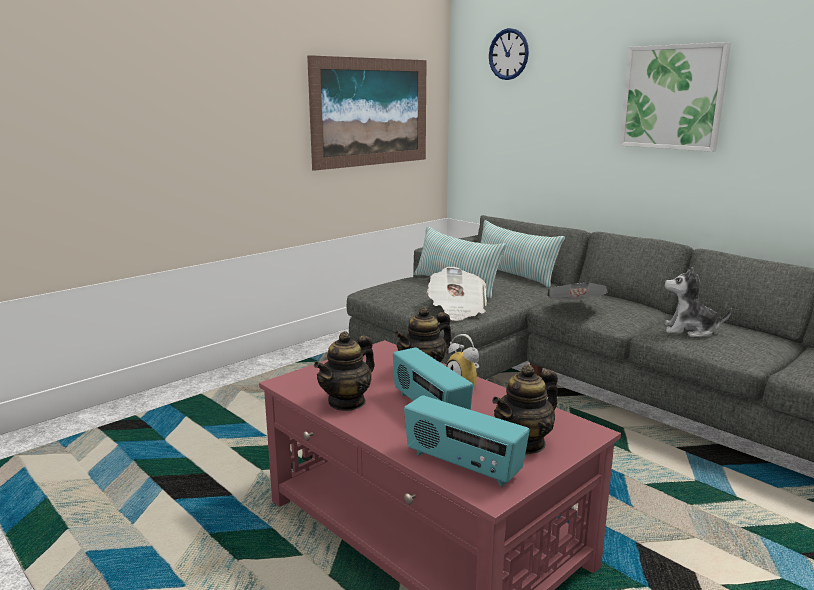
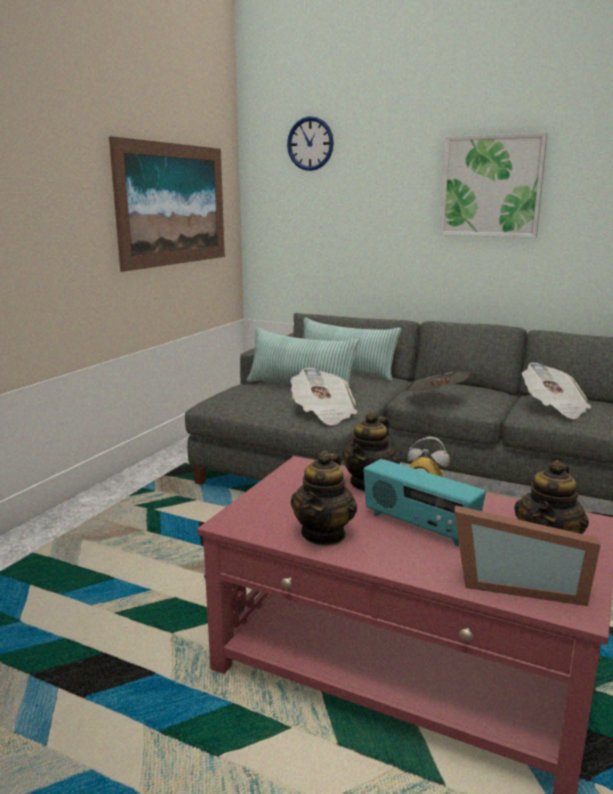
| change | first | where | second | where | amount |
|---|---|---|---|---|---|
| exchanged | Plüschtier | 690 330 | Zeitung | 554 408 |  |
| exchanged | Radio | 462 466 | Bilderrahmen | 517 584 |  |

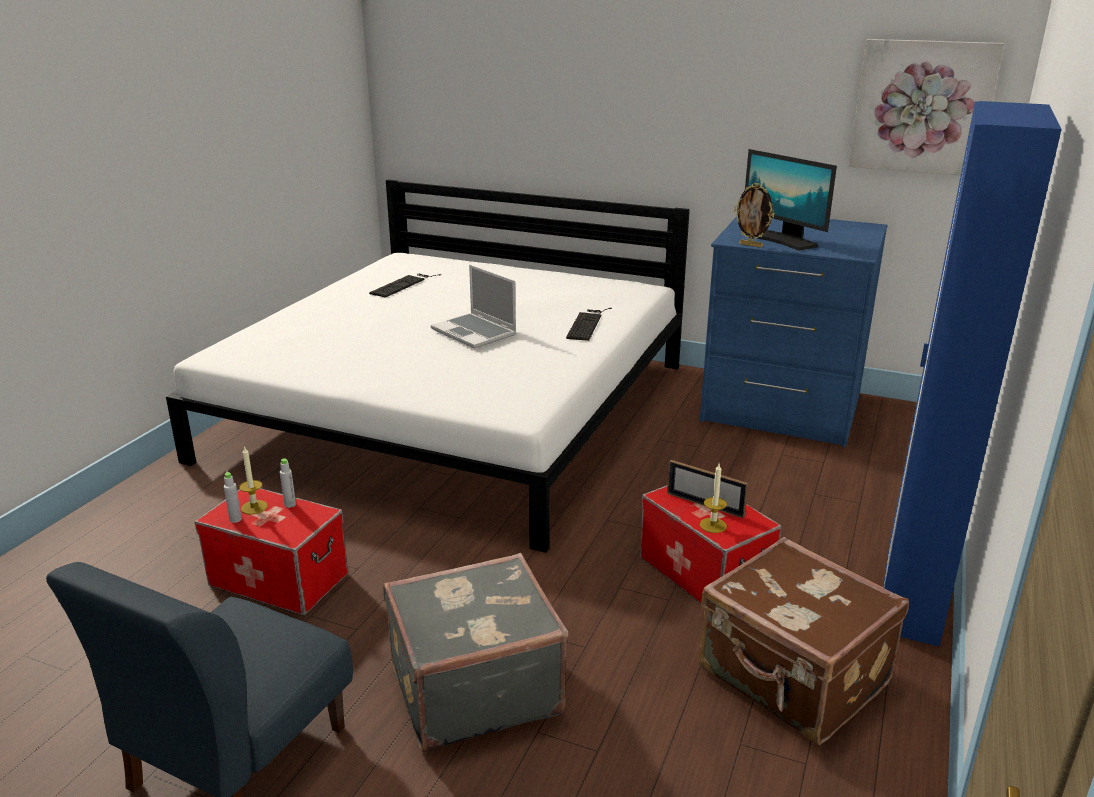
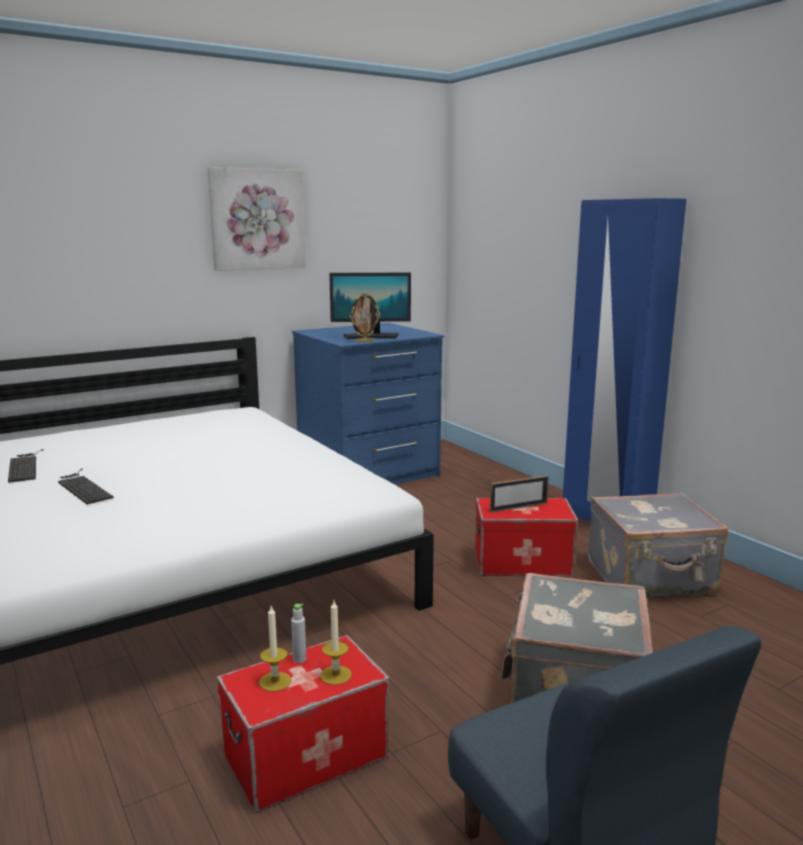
| change | first | where | second | where | amount |
|---|---|---|---|---|---|
| relocated | Bild | 922 107 |  | 257 219 |  |
| missing | Laptop | 475 332 |  |  |  |
| relocated | Tastatur | 587 324 |  | 83 487 |  |
| relocated | Kerze | 713 525 |  | 336 675 |  |
| missing | Flasche [grau] | 235 519 |  |  |  |
| colour | Koffer [braun] | 792 679 | Koffer [grau] | 651 578 |  |

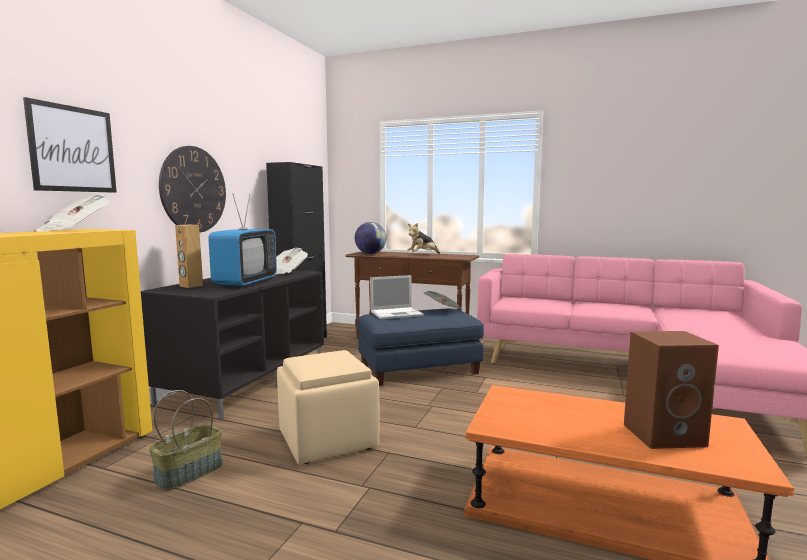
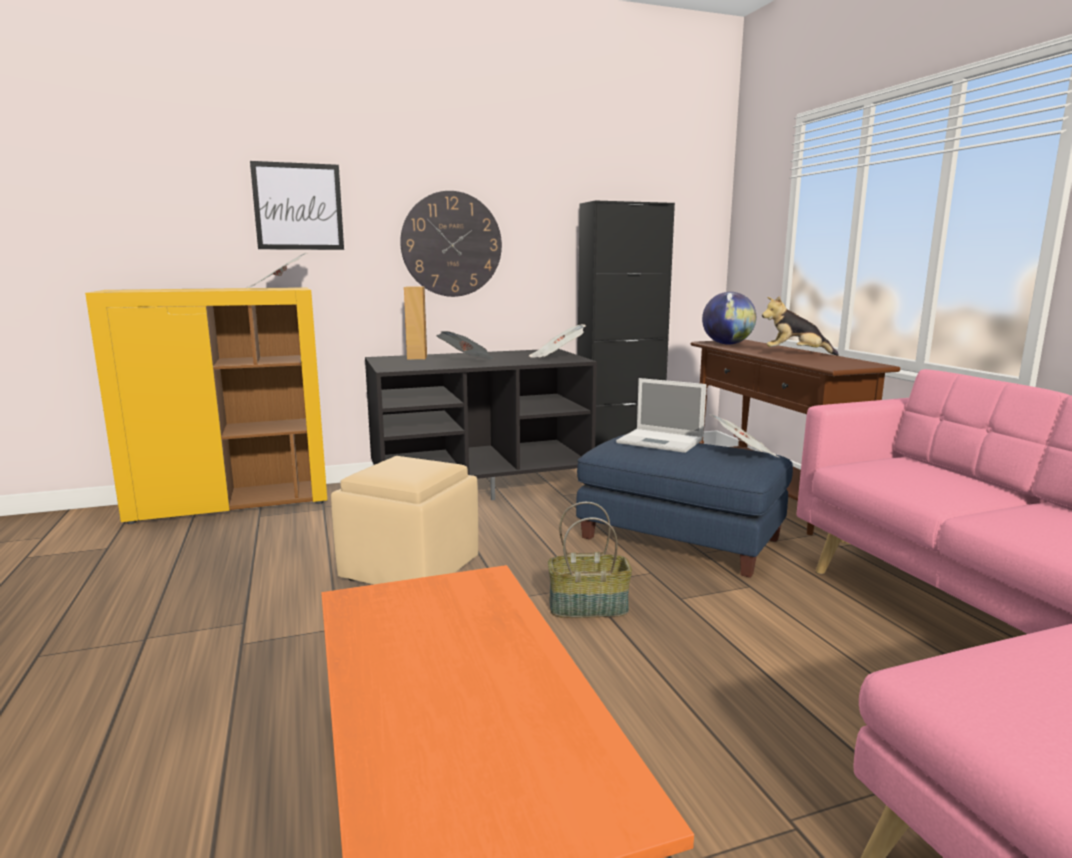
| change | first | where | second | where | amount |
|---|---|---|---|---|---|
| exchanged | Fernseher | 245 282 | Zeitung | 467 362 |  |
| missing | Lautsprecher [braun] | 664 434 |  |  |  |
| relocated | Korb | 189 472 |  | 589 606 |  |

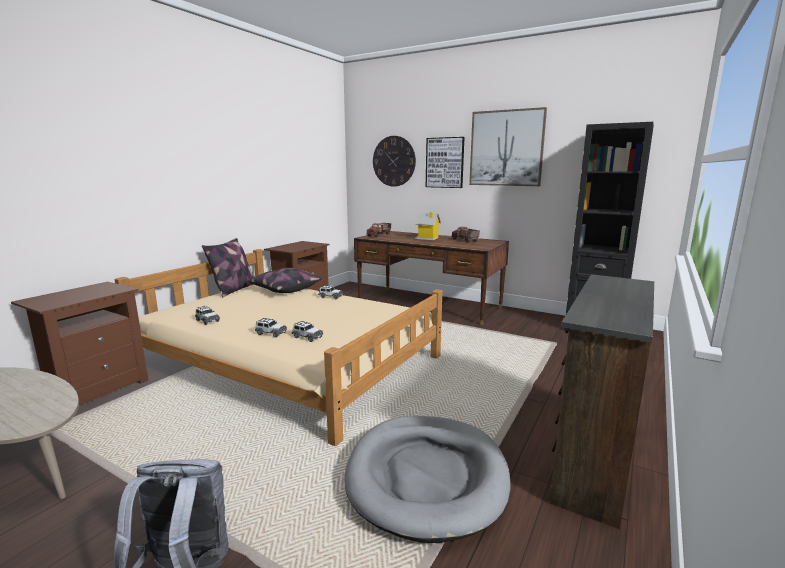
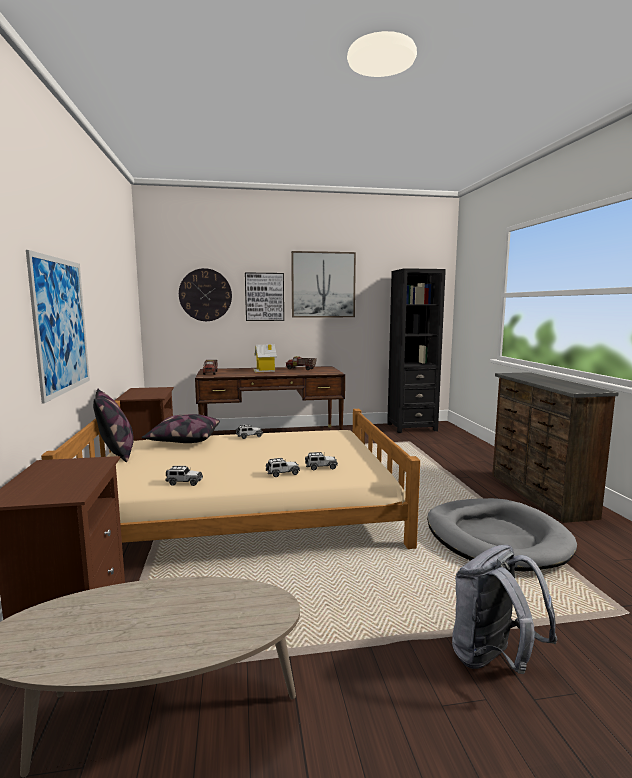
| change | first | where | second | where | amount |
|---|---|---|---|---|---|
| appeared |  |  | Bild | 61 325 |  |

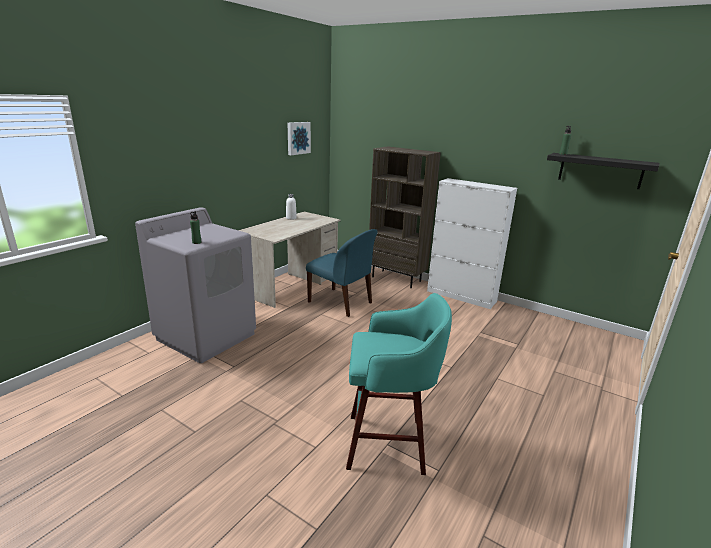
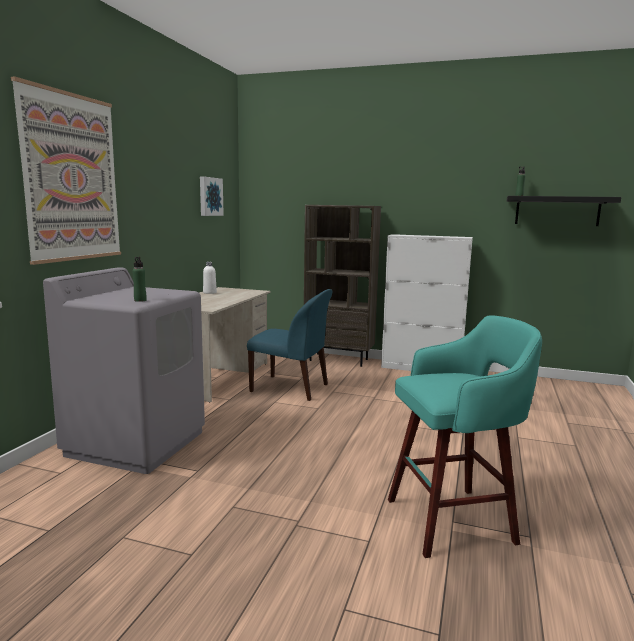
| change | first | where | second | where | amount |
|---|---|---|---|---|---|
| appeared |  |  | Bild | 72 178 |  |

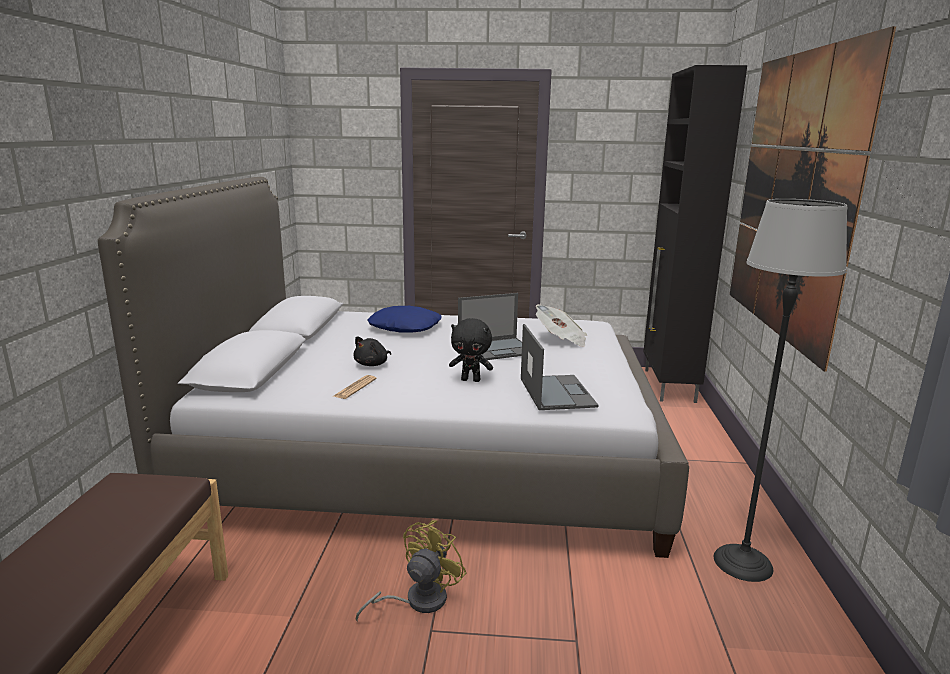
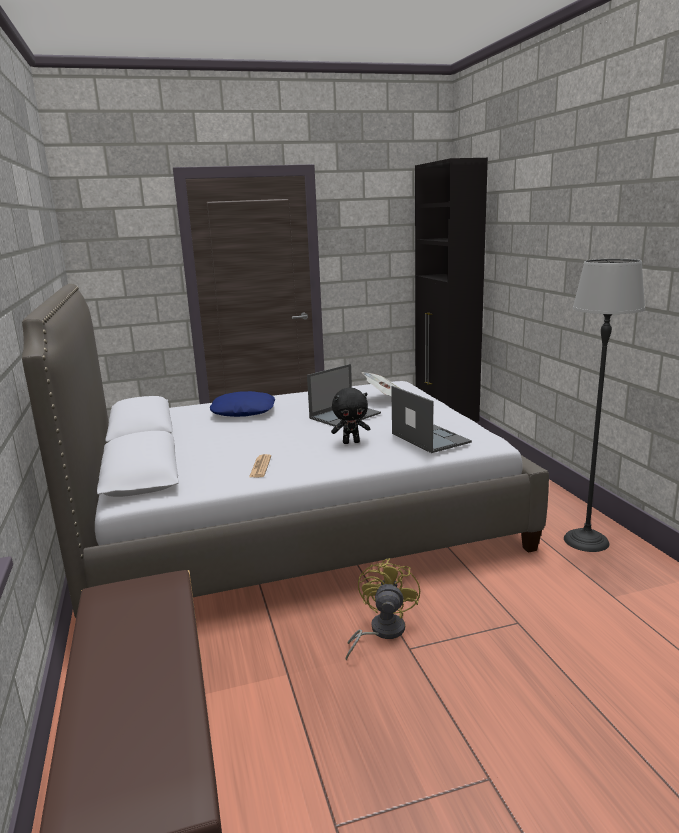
| change | first | where | second | where | amount |
|---|---|---|---|---|---|
| missing | Bild | 791 196 |  |  |  |
| missing | Plüschtier [schwarz] | 372 364 |  |  |  |

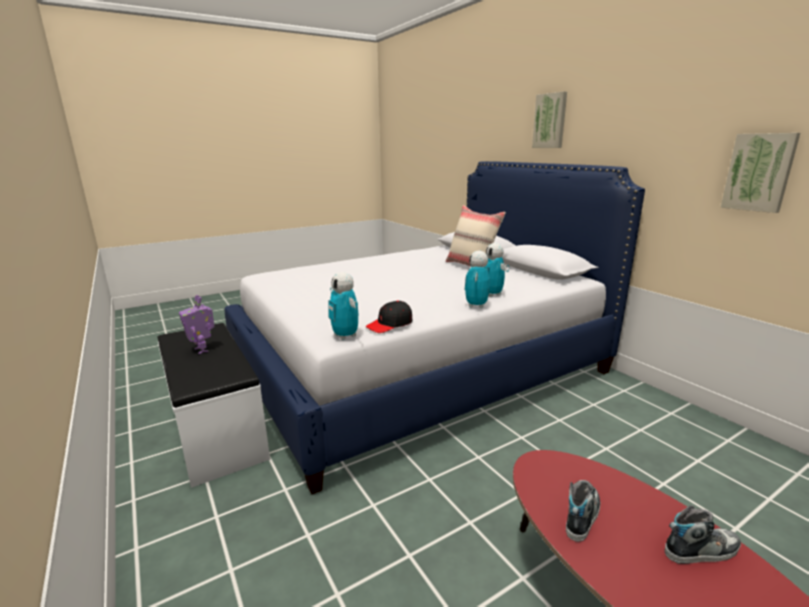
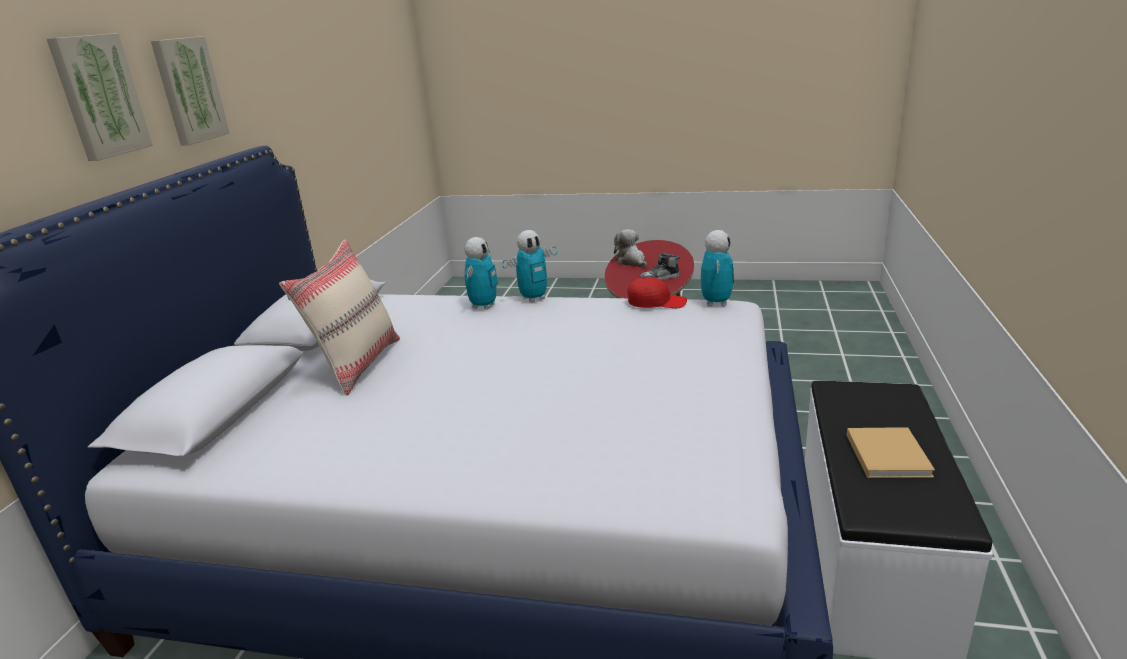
| change | first | where | second | where | amount |
|---|---|---|---|---|---|
| relocated | Bild | 759 172 |  | 188 90 |  |
| exchanged | Spielzeugroboter | 202 350 | Buch [beige] | 887 453 |  |
| colour | Kappe [schwarz] | 390 324 | Kappe [rot] | 656 302 |  |
| exchanged | Schuh | 701 550 | Plüschtier | 631 262 |  |

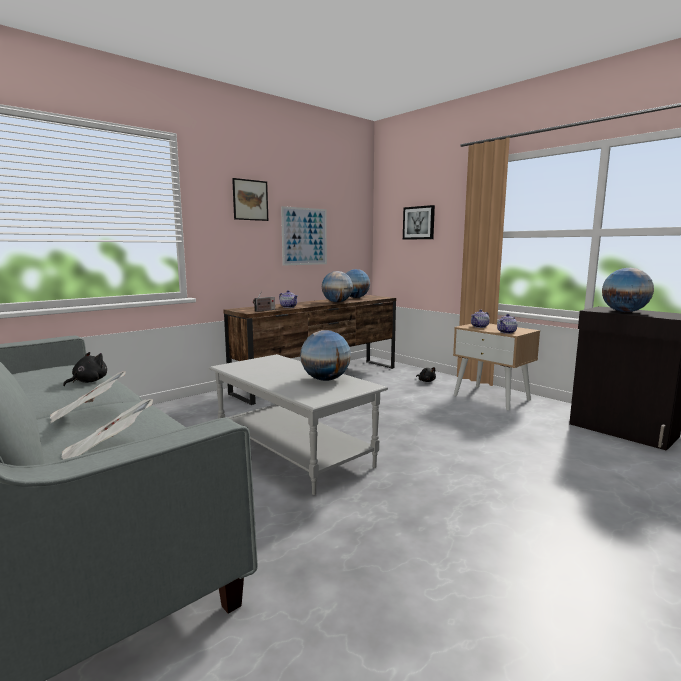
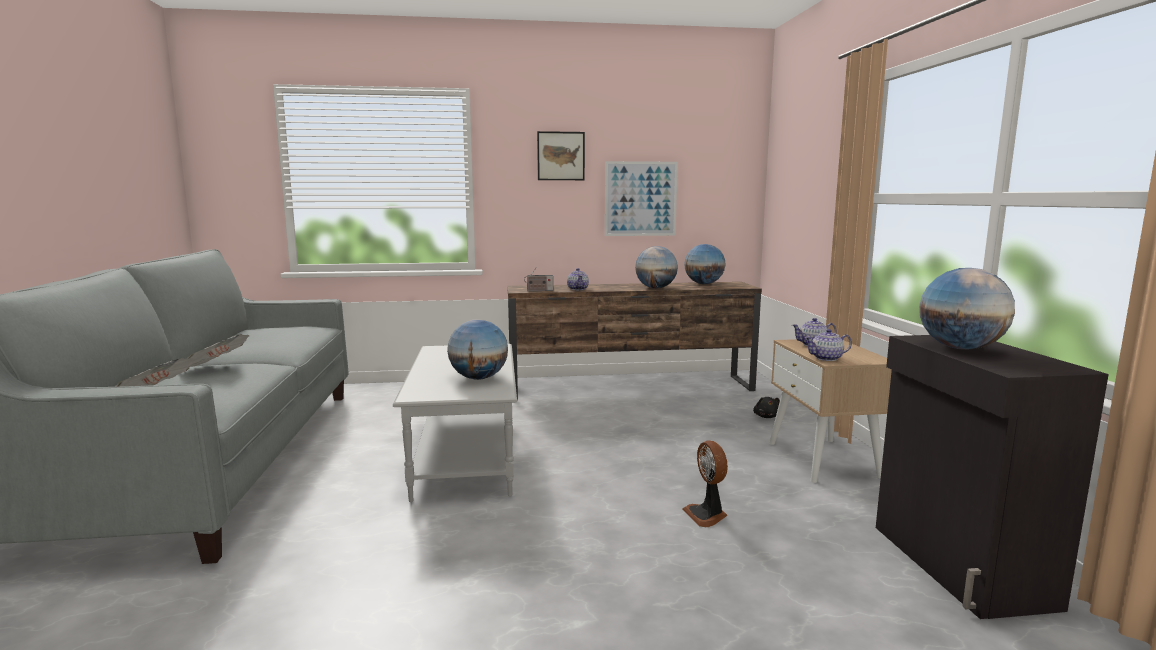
| change | first | where | second | where | amount |
|---|---|---|---|---|---|
| missing | Bild | 419 223 |  |  |  |
| missing | Plüschtier [schwarz] | 88 381 |  |  |  |
| appeared |  |  | Ventilator | 707 515 |  |

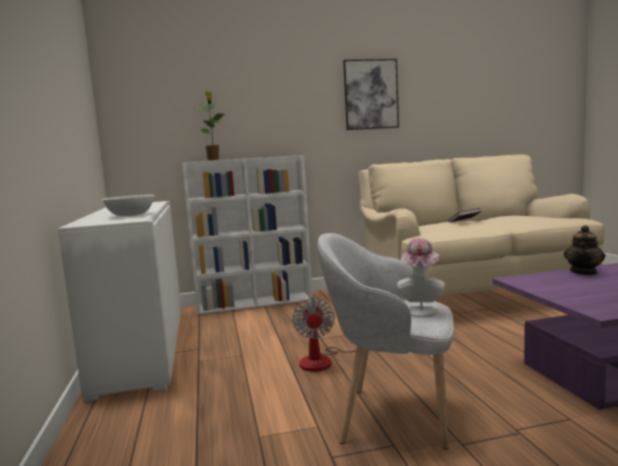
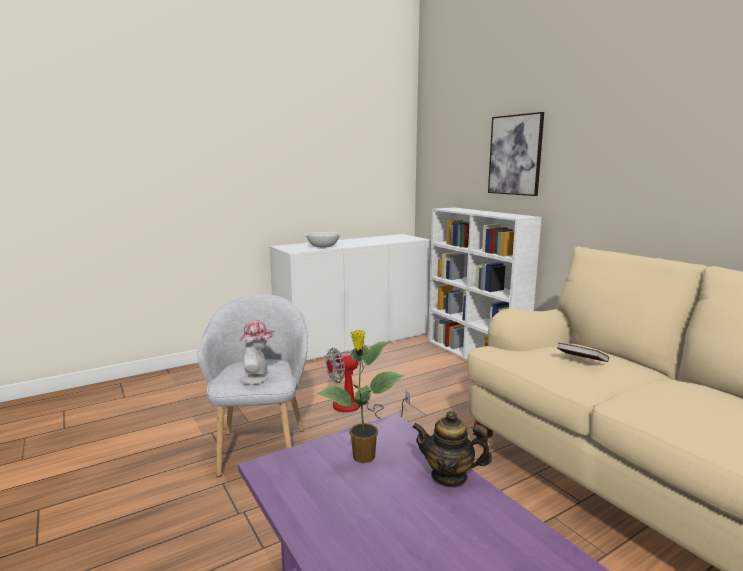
| change | first | where | second | where | amount |
|---|---|---|---|---|---|
| relocated | Bild | 371 94 |  | 515 155 |  |
| relocated | Topfpflanze | 213 159 |  | 362 457 |  |

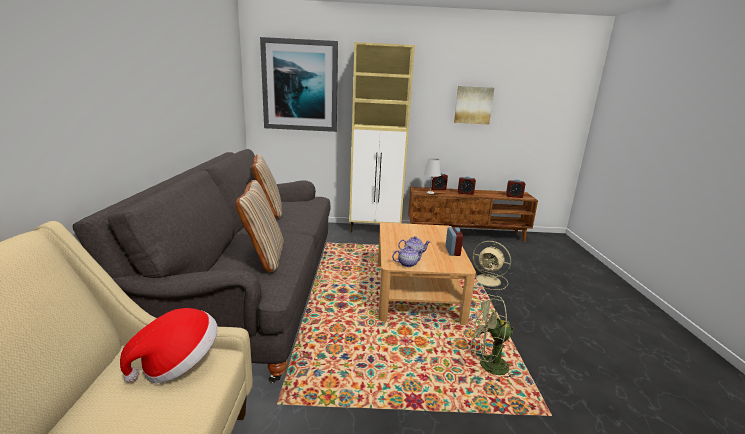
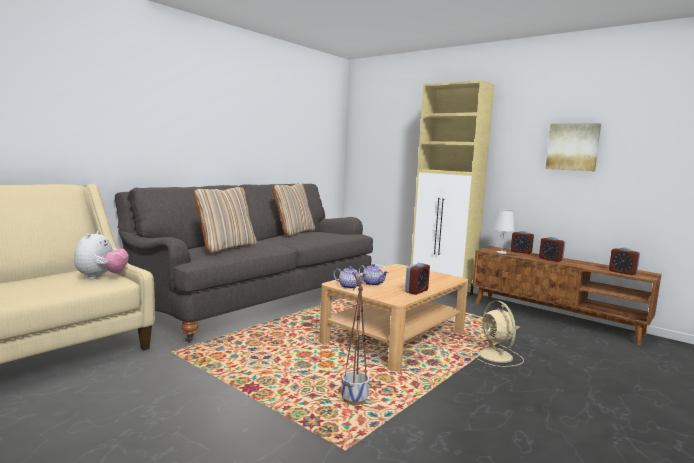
| change | first | where | second | where | amount |
|---|---|---|---|---|---|
| missing | Bild | 300 86 |  |  |  |
| exchanged | Ventilator [grün] | 487 366 | Pflanzkübel | 354 400 |  |
| exchanged | Hut | 178 364 | Plüschtier | 101 277 |  |

